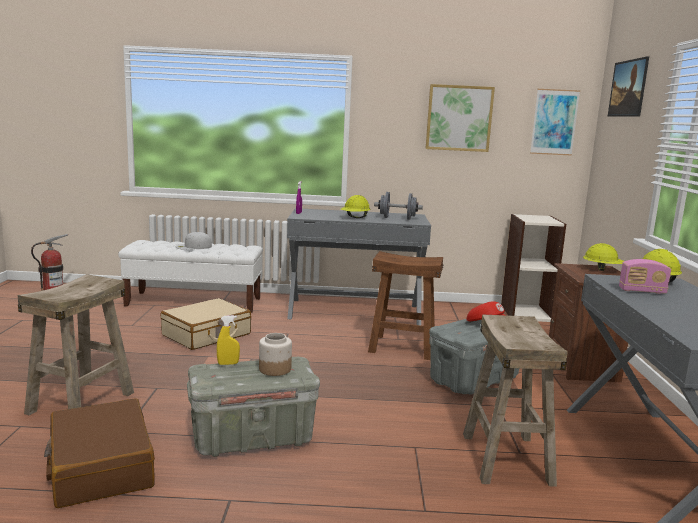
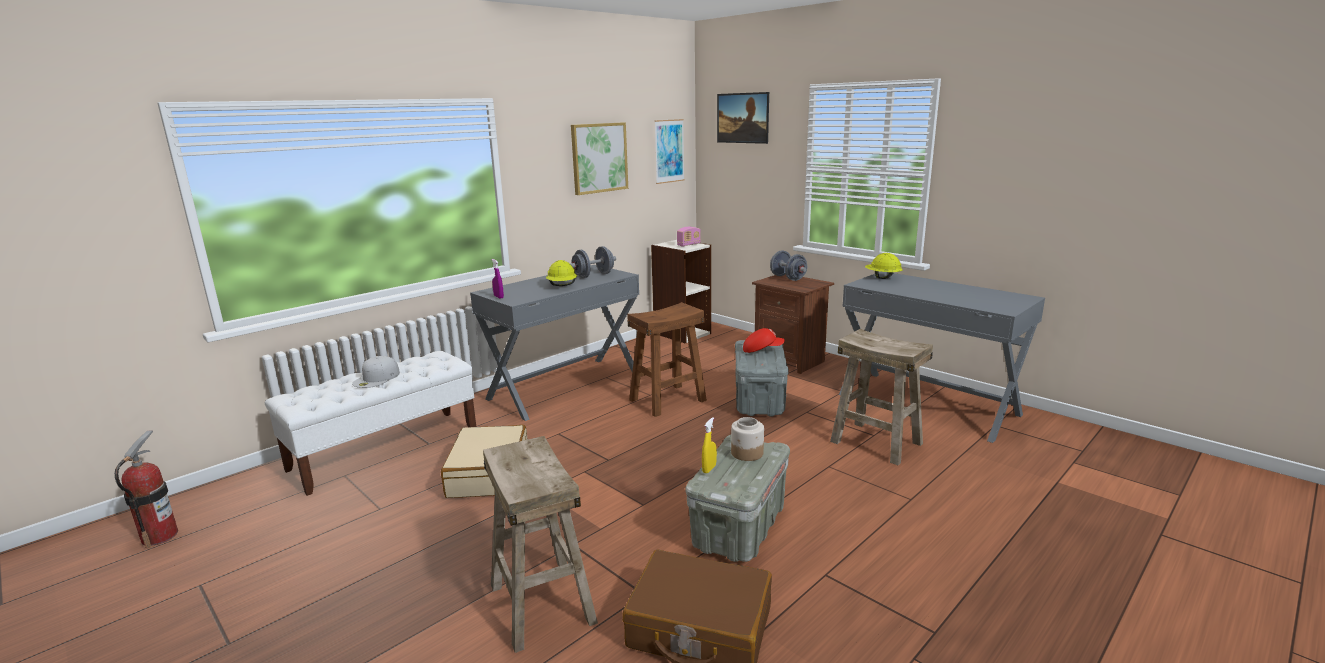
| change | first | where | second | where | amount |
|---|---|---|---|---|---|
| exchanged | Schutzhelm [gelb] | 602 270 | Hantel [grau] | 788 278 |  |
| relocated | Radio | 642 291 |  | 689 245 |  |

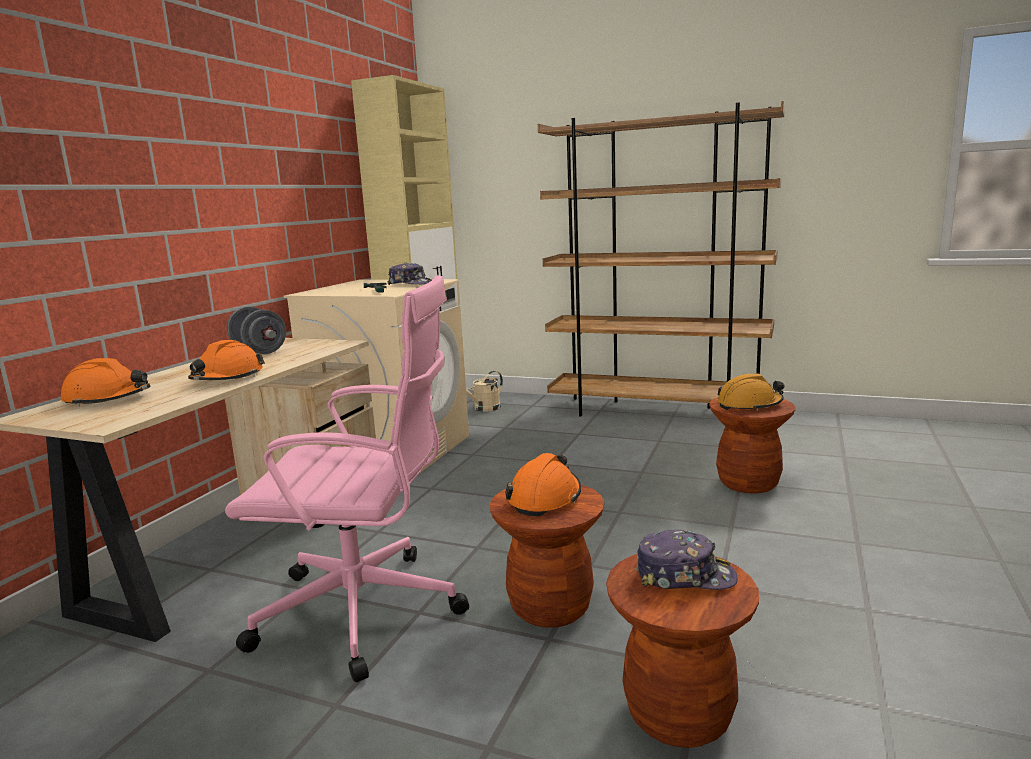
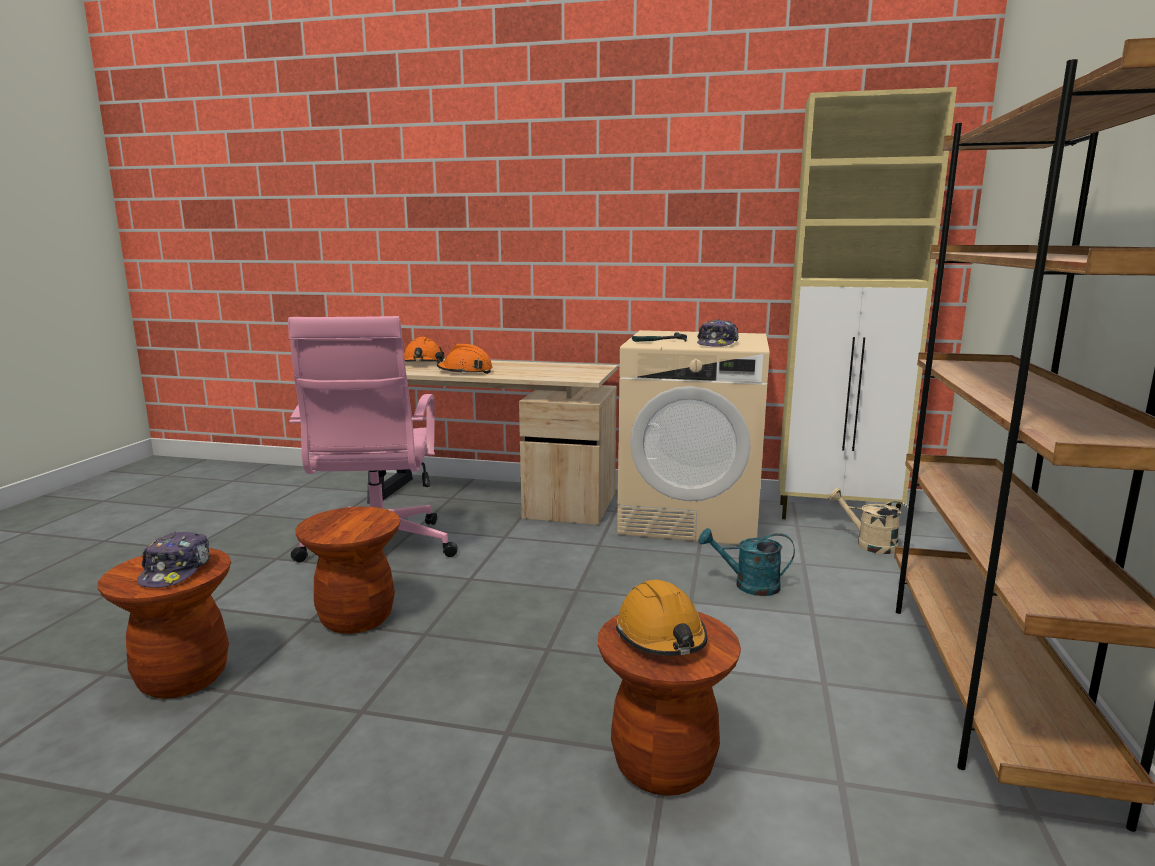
| change | first | where | second | where | amount |
|---|---|---|---|---|---|
| missing | Hantel [grau] | 259 351 |  |  |  |
| missing | Schutzhelm [orange] | 545 498 |  |  |  |
| appeared |  |  | Gießkanne [türkis] | 748 586 |  |

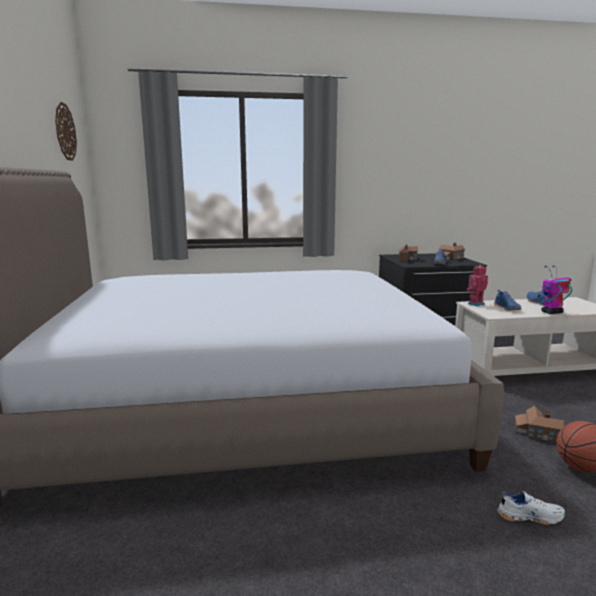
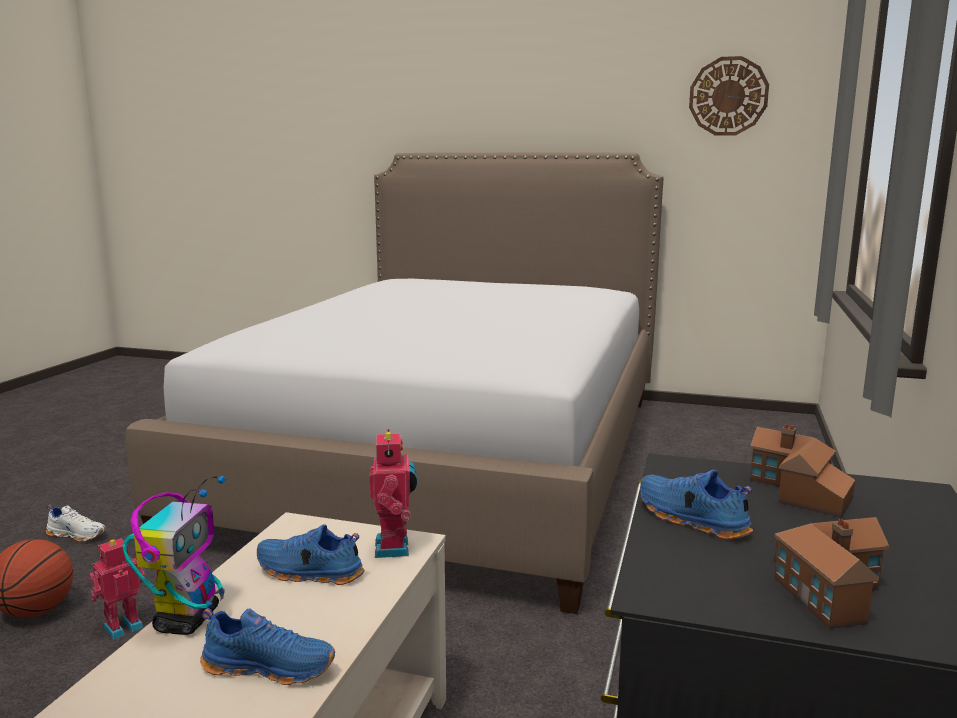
| change | first | where | second | where | amount |
|---|---|---|---|---|---|
| exchanged | Spielzeughaus | 536 432 | Spielzeugroboter | 122 626 |  |
| spun | Schuh [weiß] | 529 516 |  | 78 535 | 105 degrees counterclockwise |

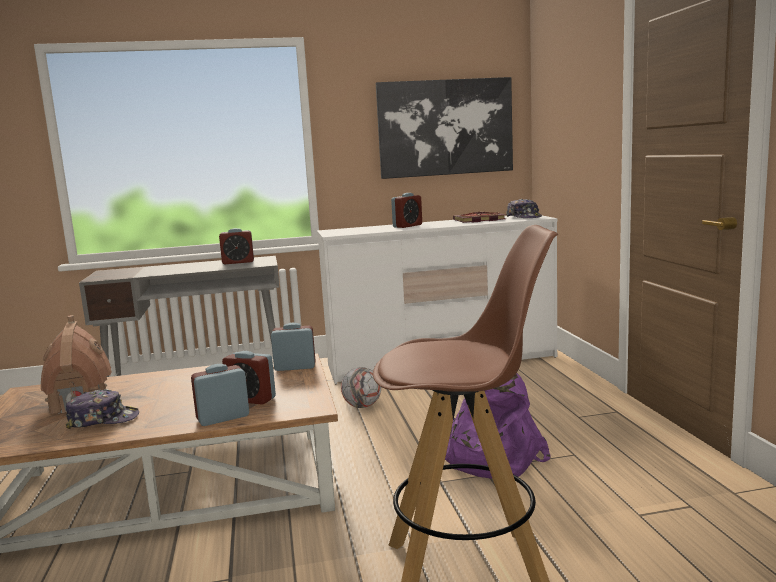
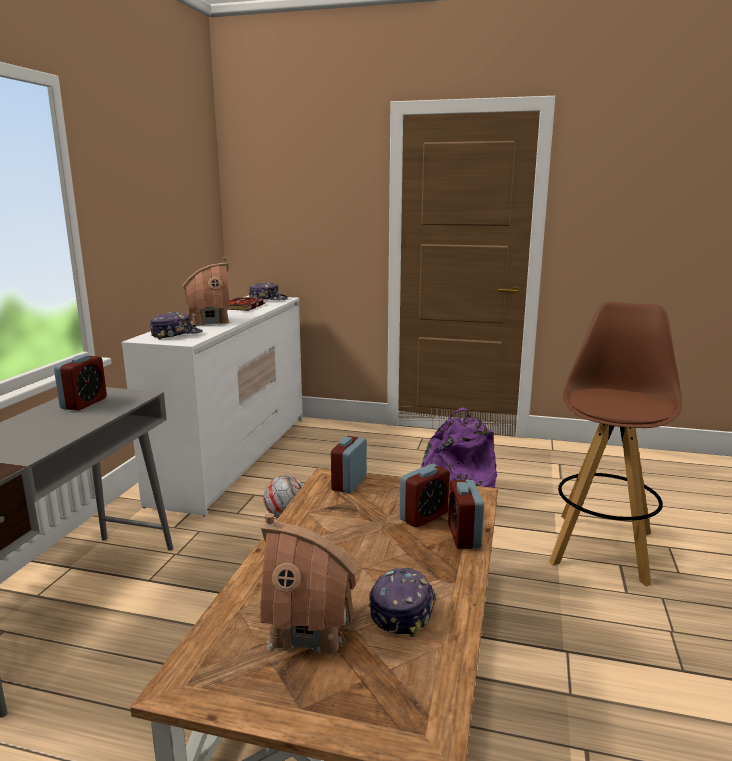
| change | first | where | second | where | amount |
|---|---|---|---|---|---|
| missing | Bild | 445 127 |  |  |  |
| exchanged | Wecker | 407 226 | Spielzeughaus | 209 321 |  |
| appeared |  |  | Kappe | 176 334 |  |

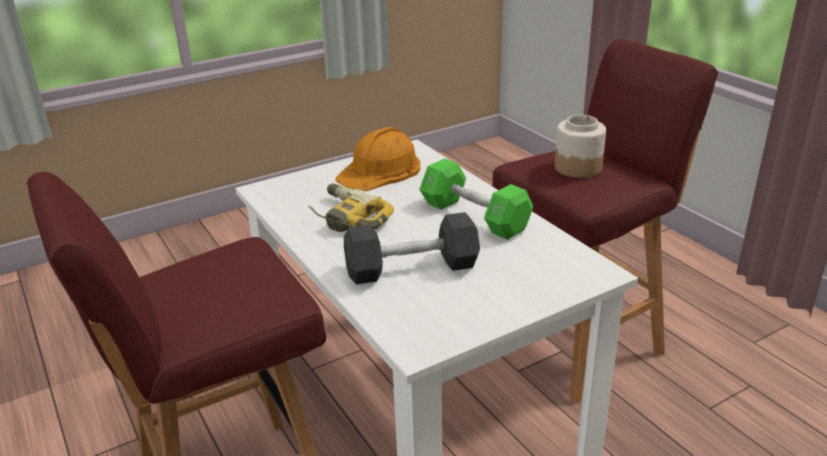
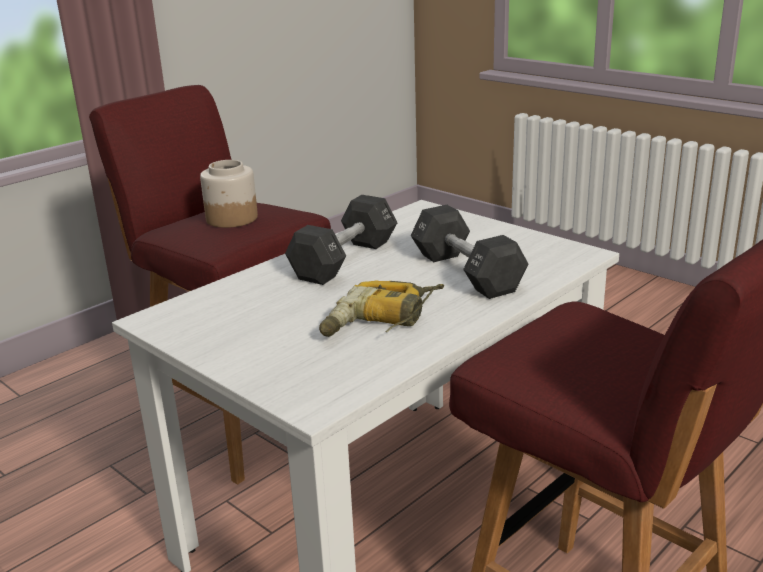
| change | first | where | second | where | amount |
|---|---|---|---|---|---|
| missing | Schutzhelm [orange] | 380 170 |  |  |  |
| colour | Hantel [grün] | 474 216 | Hantel [schwarz] | 344 260 |  |

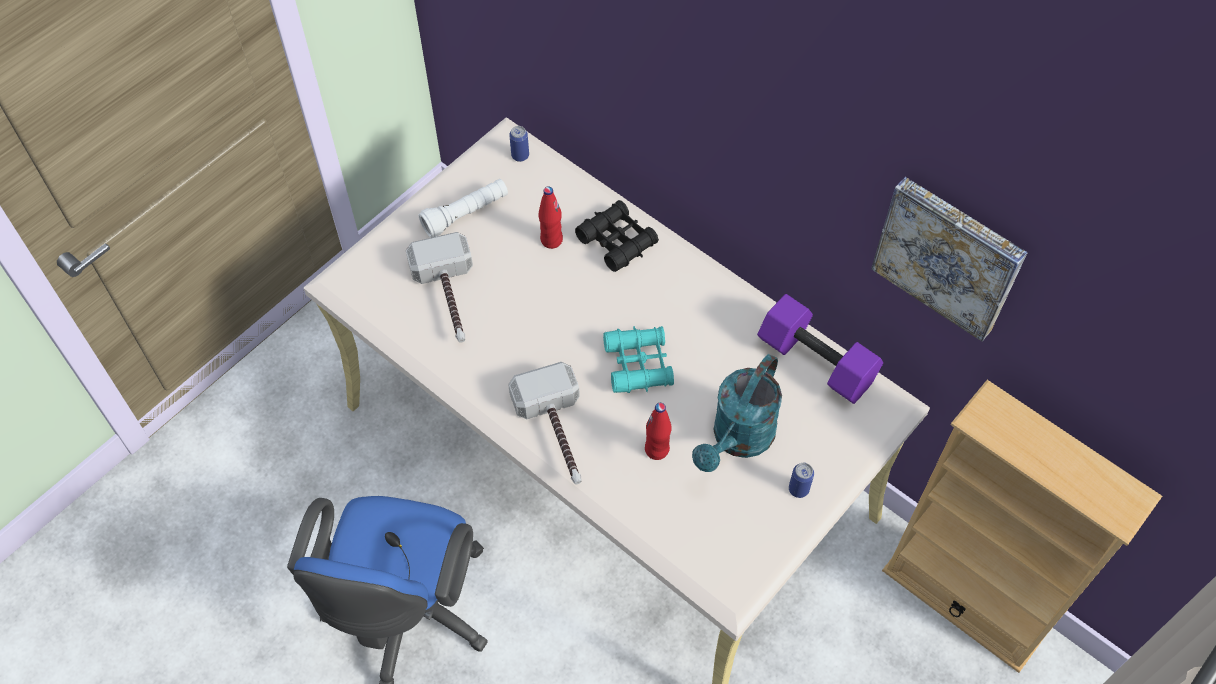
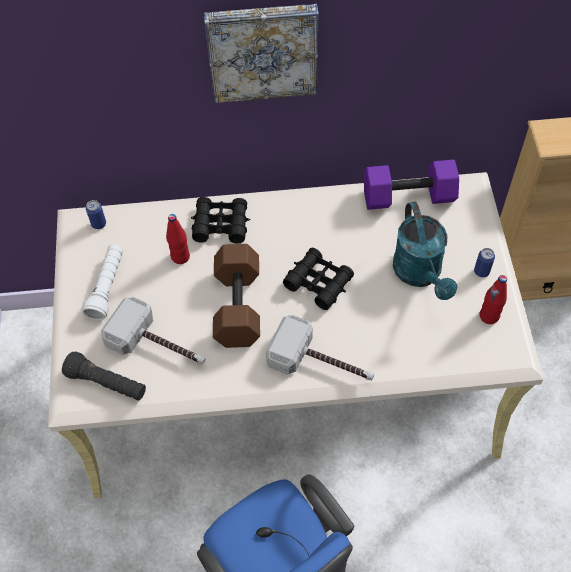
| change | first | where | second | where | amount |
|---|---|---|---|---|---|
| relocated | Bild | 949 255 |  | 262 50 |  |
| colour | Fernglas [türkis] | 638 364 | Fernglas [schwarz] | 318 282 |  |
| relocated | Flasche [rot] | 657 449 |  | 489 316 |  |
| appeared |  |  | Hantel [braun] | 236 305 |  |
| appeared |  |  | Taschenlampe [schwarz] | 107 383 |  |

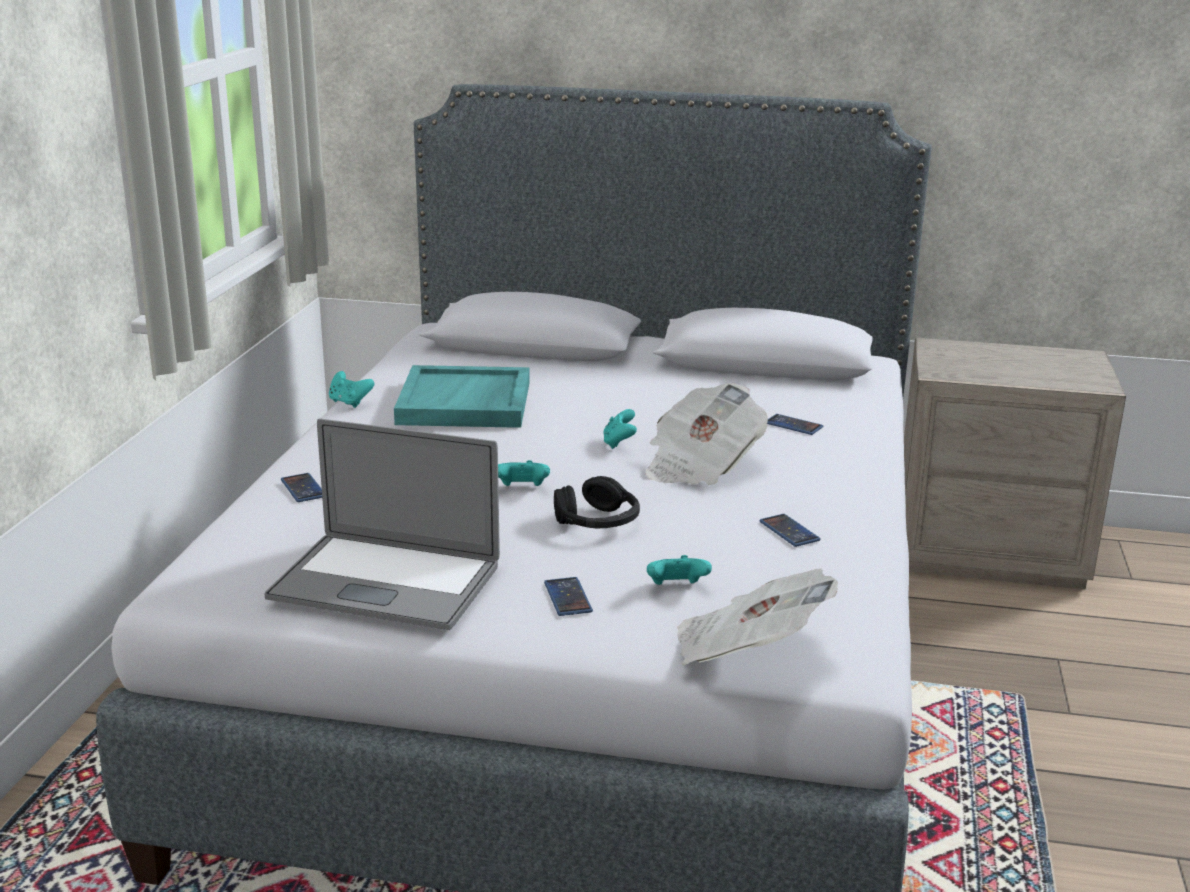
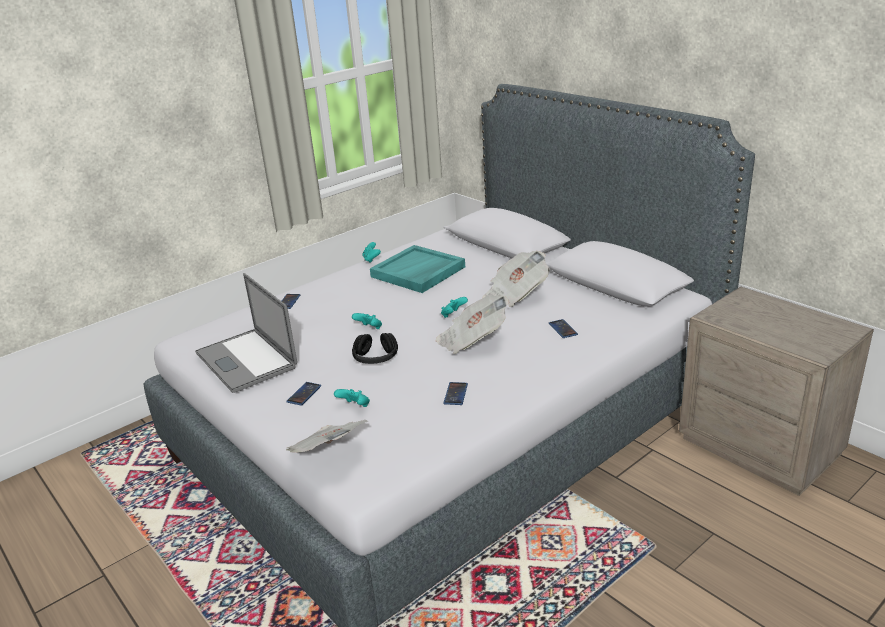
| change | first | where | second | where | amount |
|---|---|---|---|---|---|
| appeared |  |  | Zeitung | 515 295 |  |

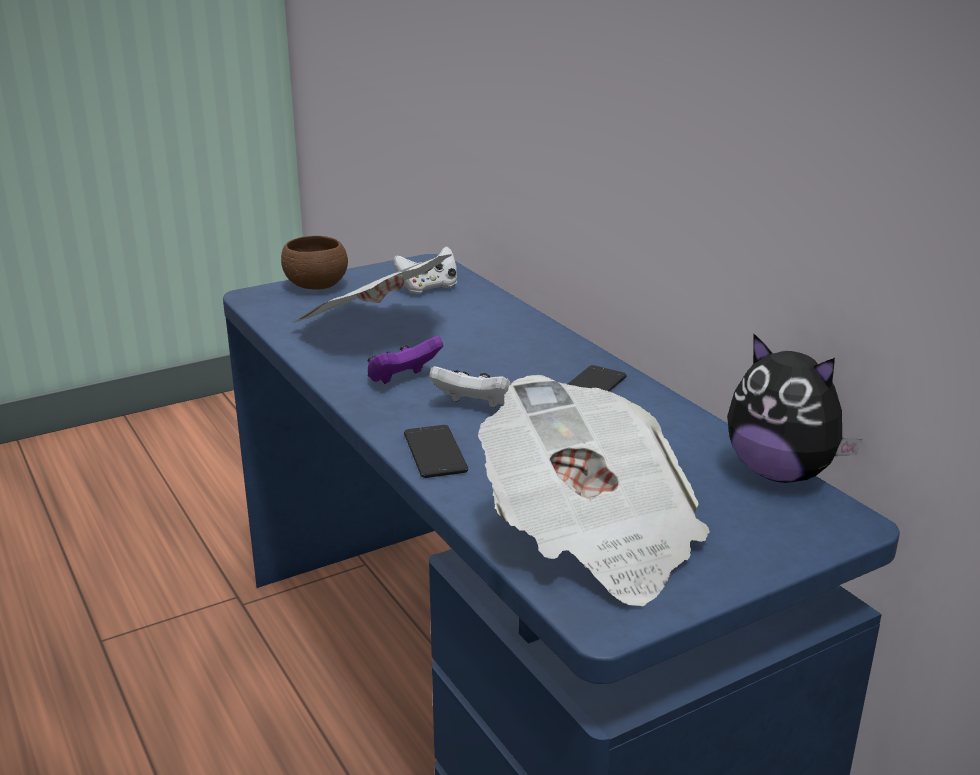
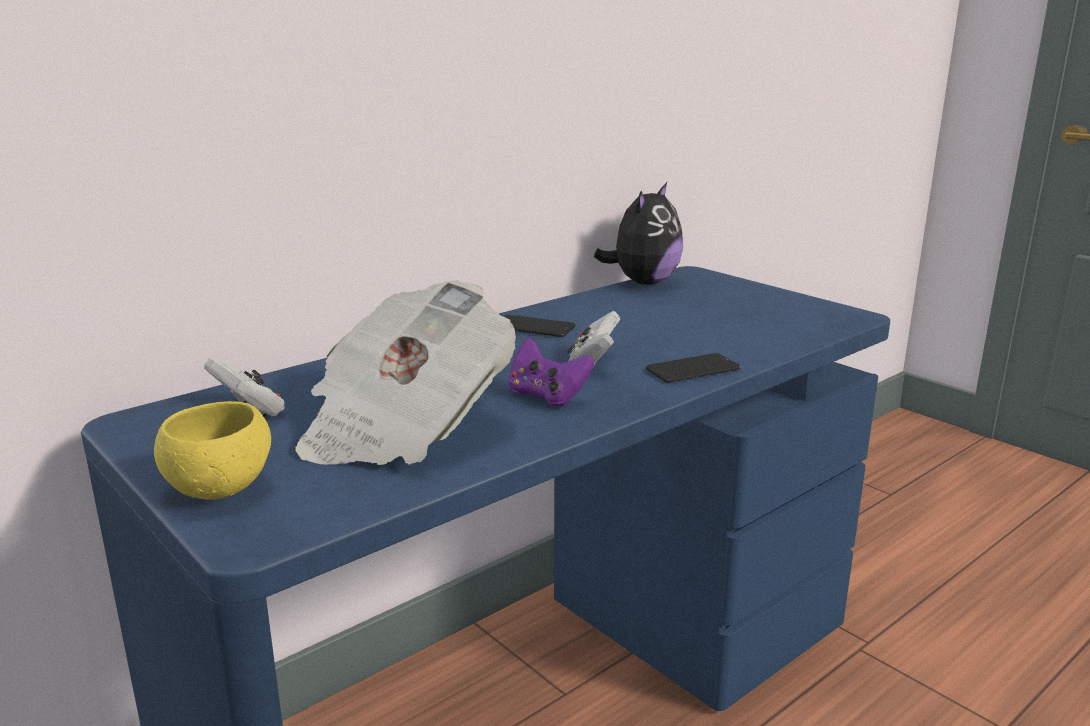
| change | first | where | second | where | amount |
|---|---|---|---|---|---|
| colour | Schüssel [braun] | 316 286 | Schüssel [gelb] | 219 489 |  |
| missing | Zeitung | 592 537 |  |  |  |

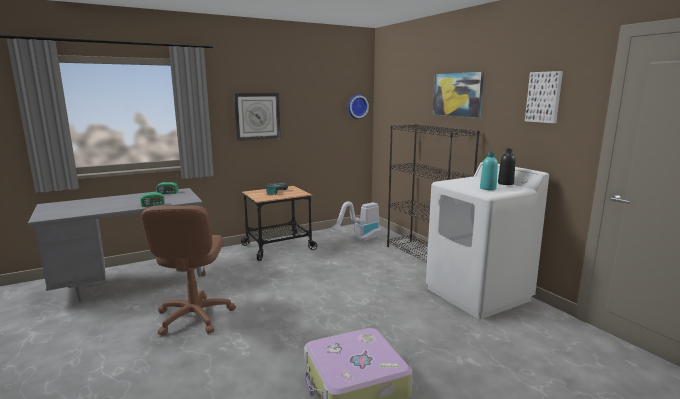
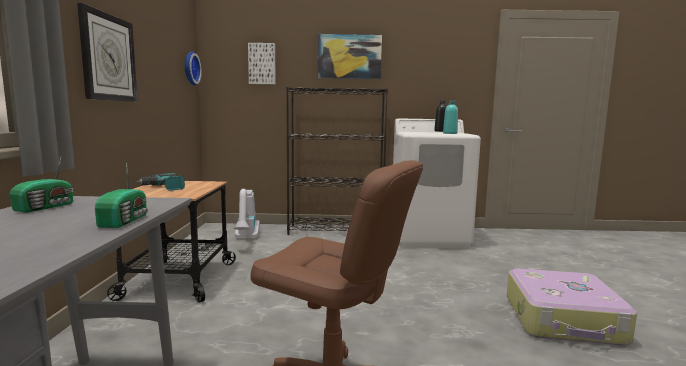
| change | first | where | second | where | amount |
|---|---|---|---|---|---|
| relocated | Bild | 544 97 |  | 262 64 |  |

